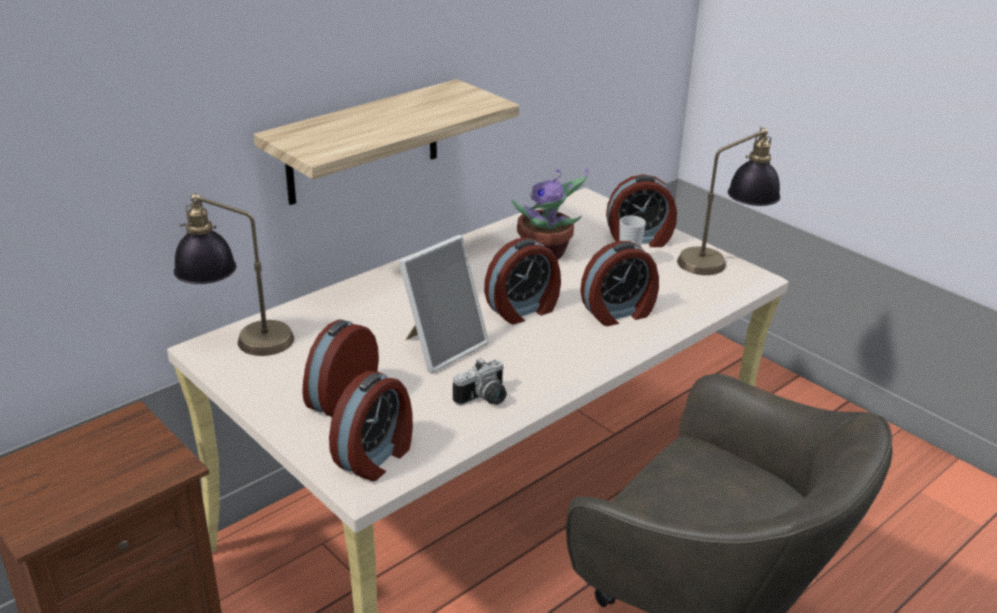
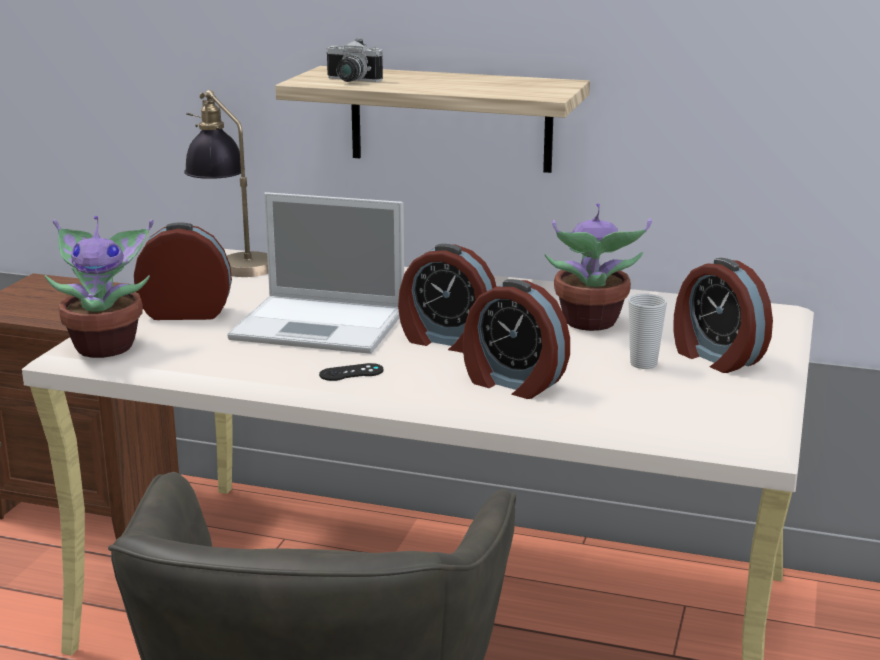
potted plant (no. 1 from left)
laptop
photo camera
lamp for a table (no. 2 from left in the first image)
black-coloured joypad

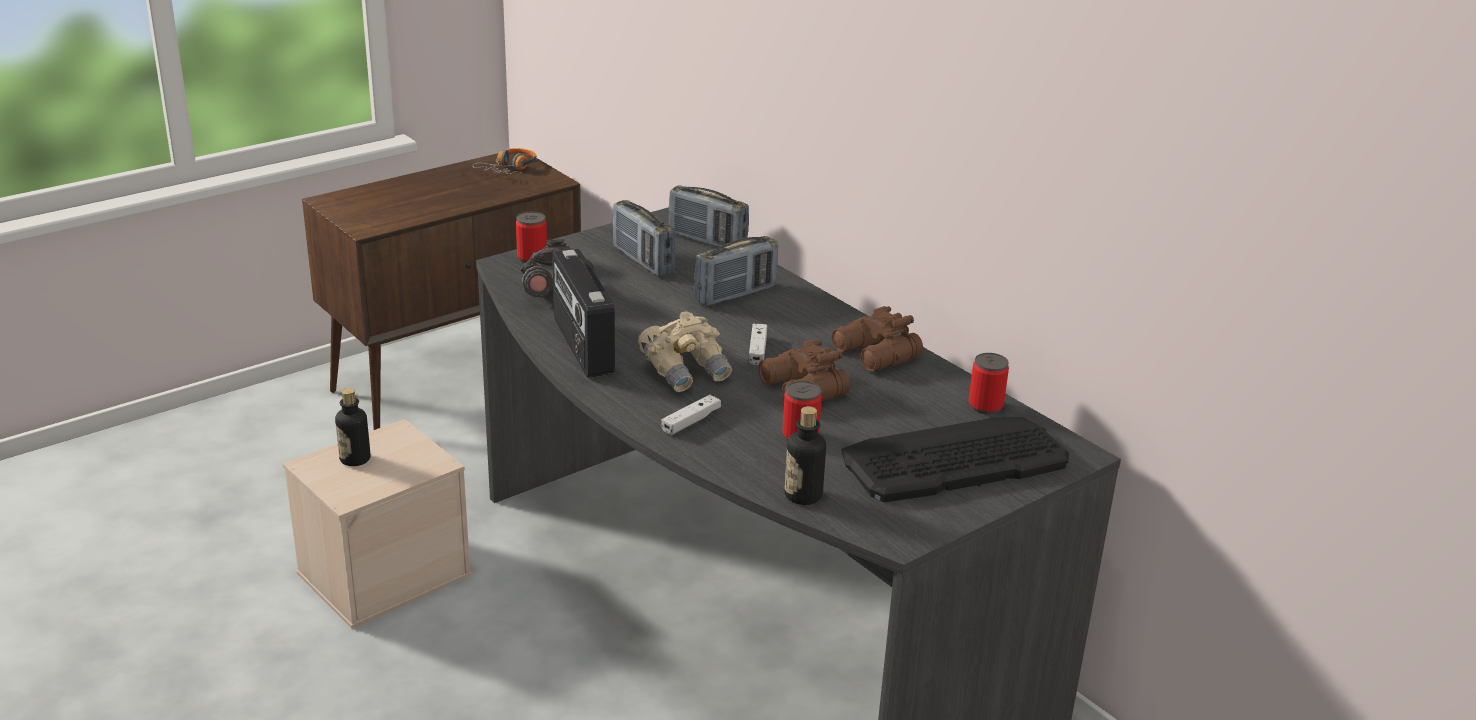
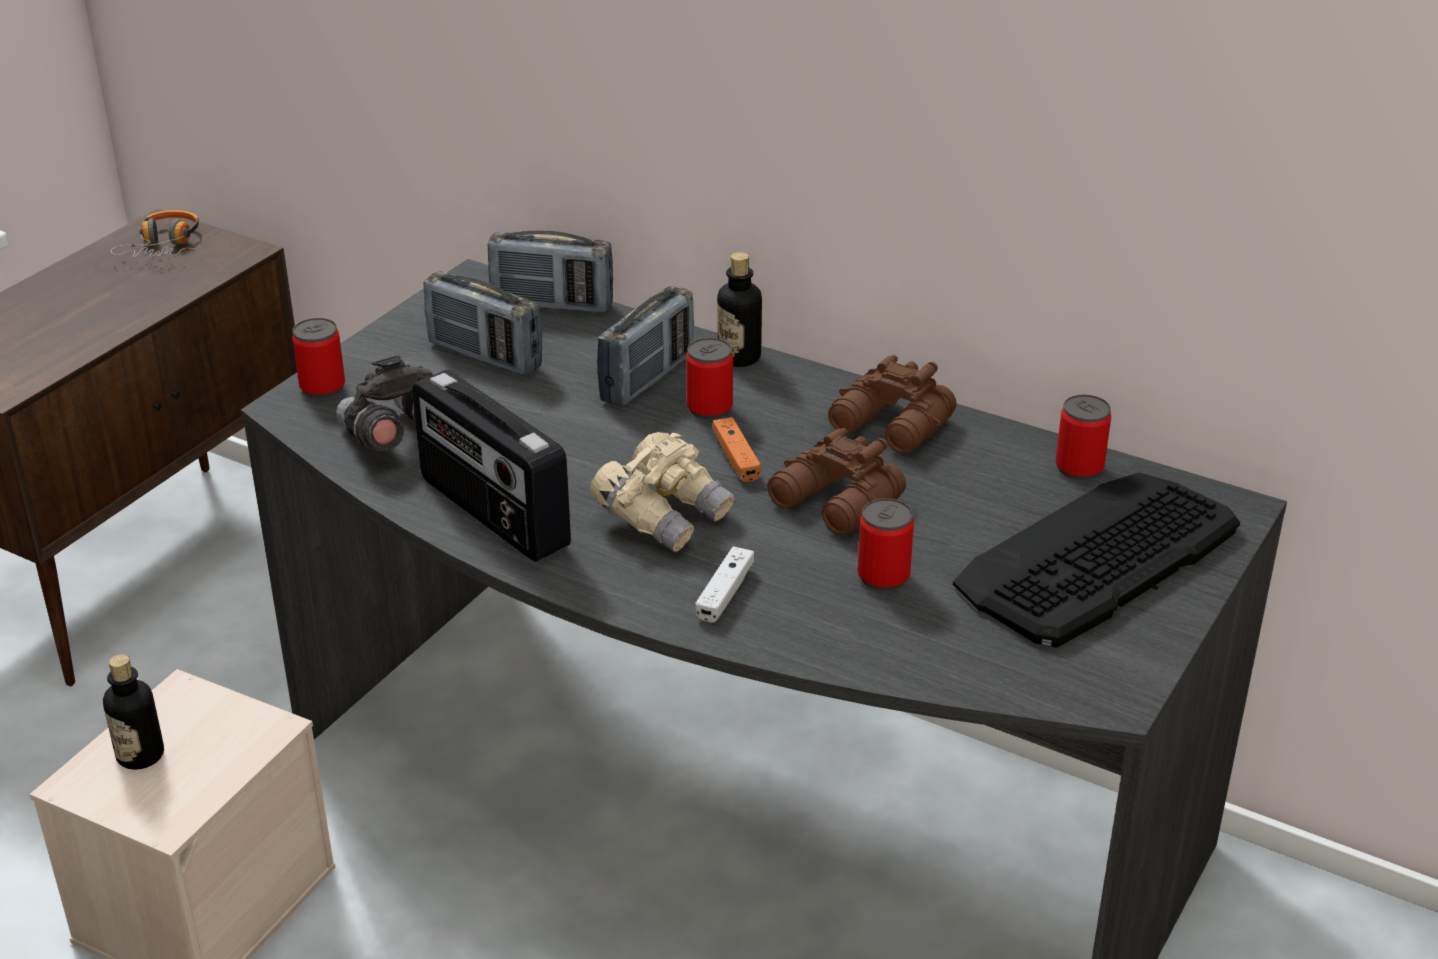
orange-coloured joypad
beverage bottle (no. 2 from left)
metal can (no. 2 from left)

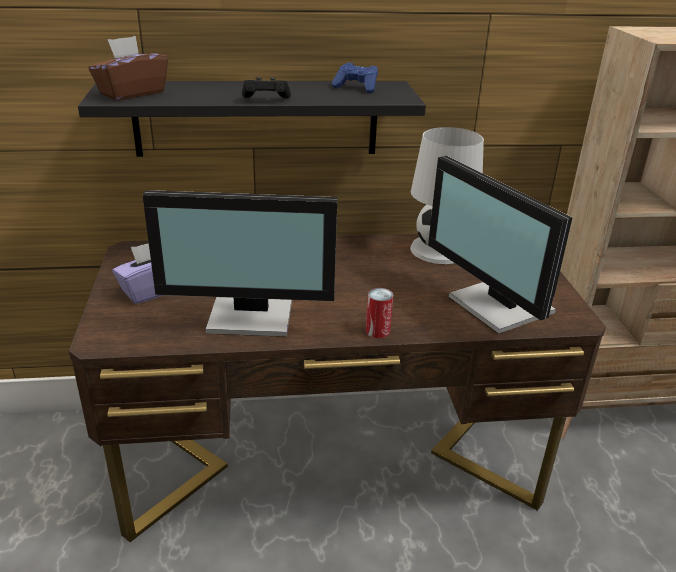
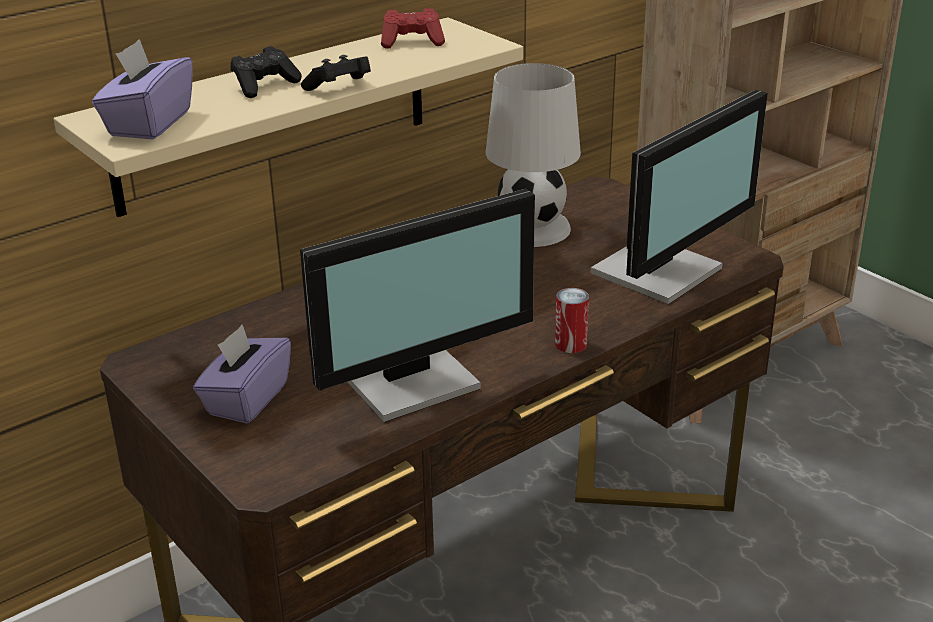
sand-coloured bracket shelf
purple-coloured tissue holder (no. 1 from left)
red-coloured joypad
monitor (no. 2 from left)
black-coloured joypad (no. 1 from left)

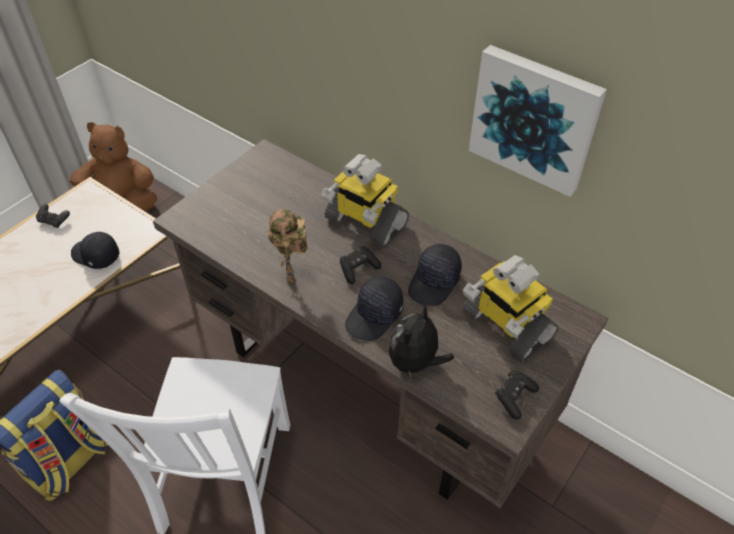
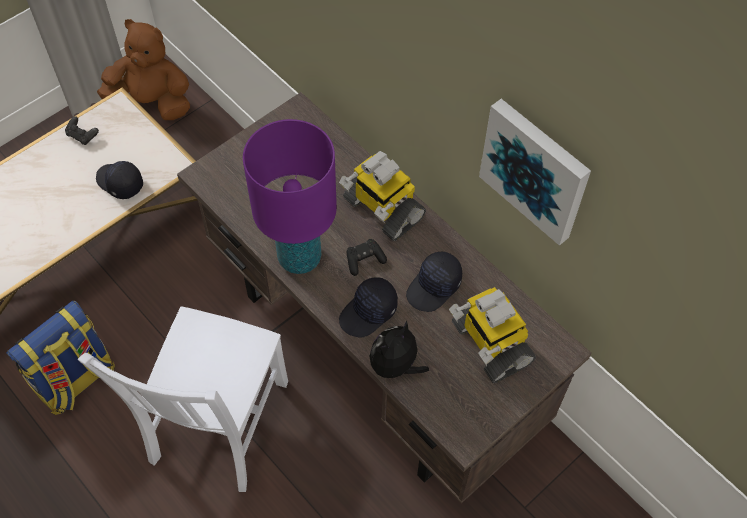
purple-coloured lamp for a table
black-coloured joypad (no. 3 from left in the first image)

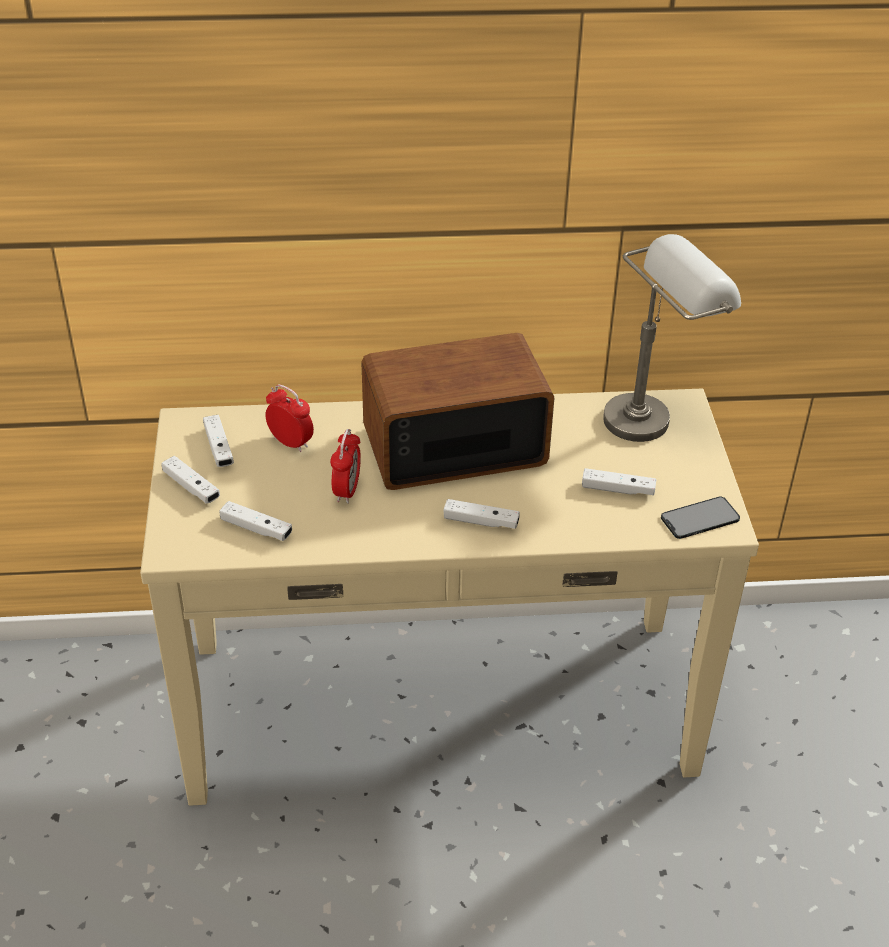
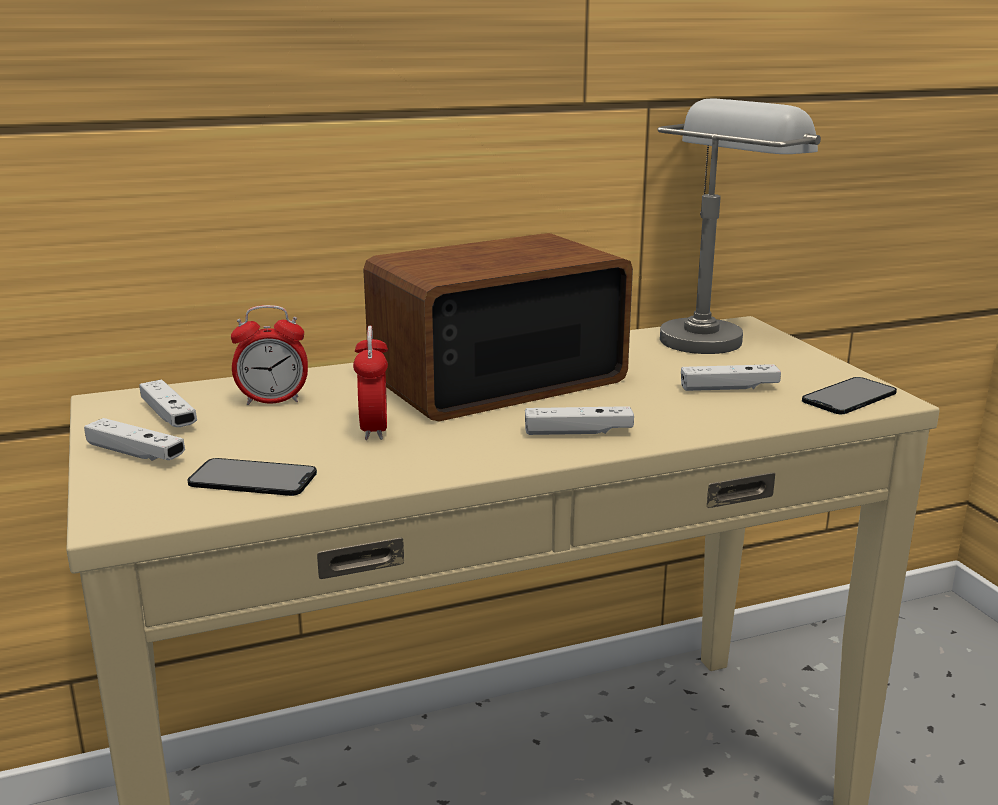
handset (no. 1 from left)
alarm clock (no. 1 from left)

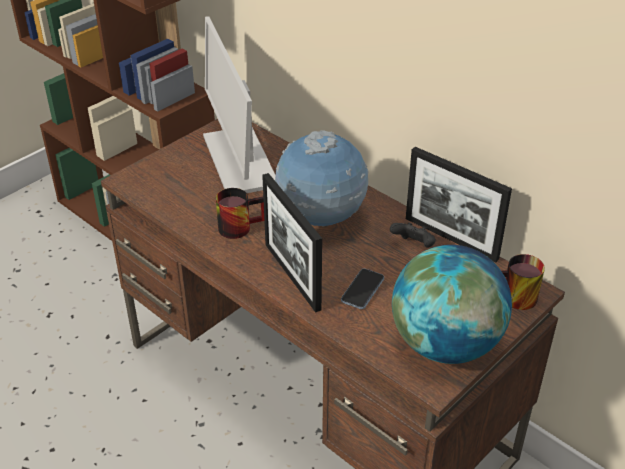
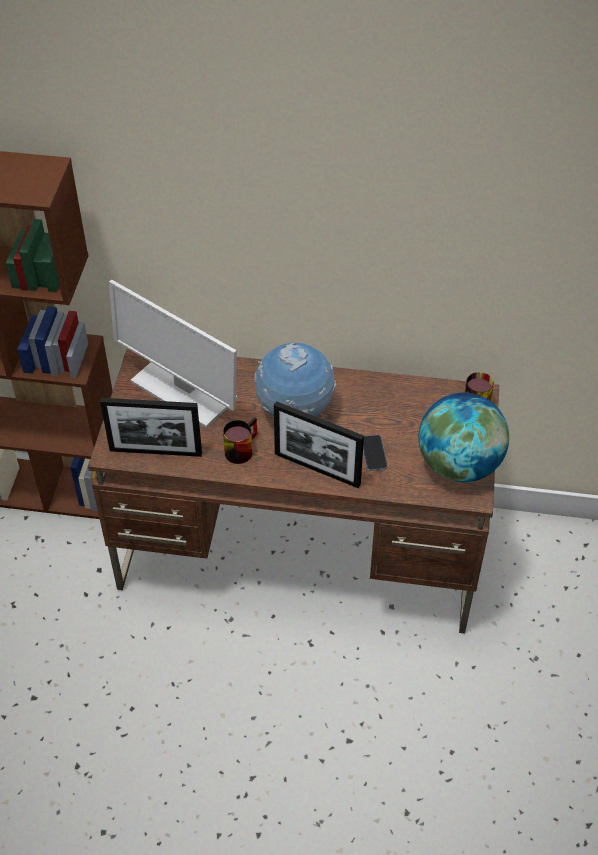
black-coloured joypad
standing frame (no. 1 from left)

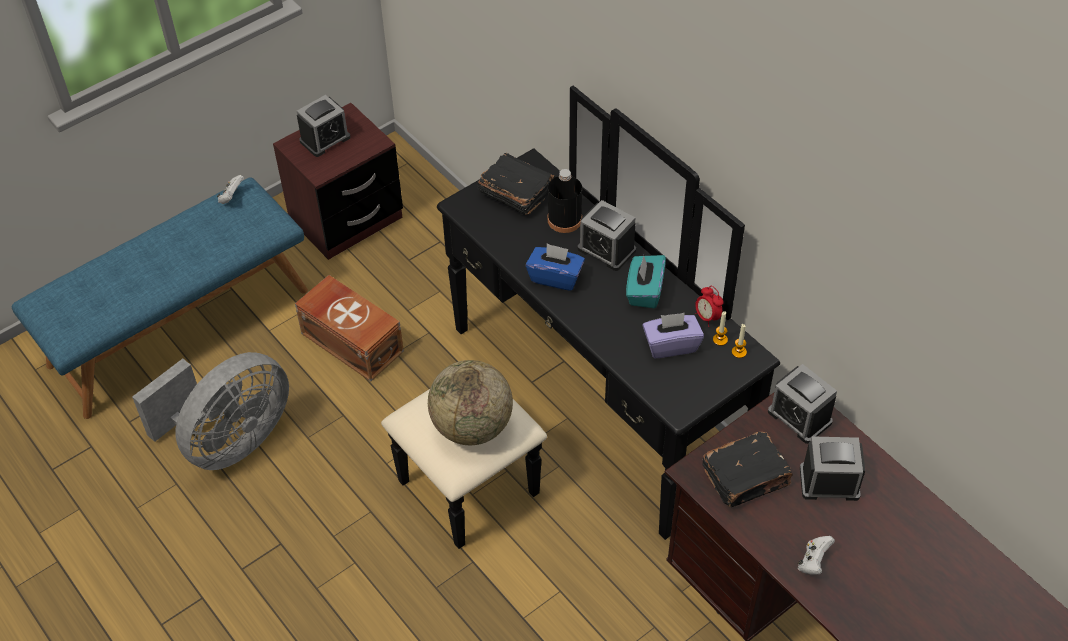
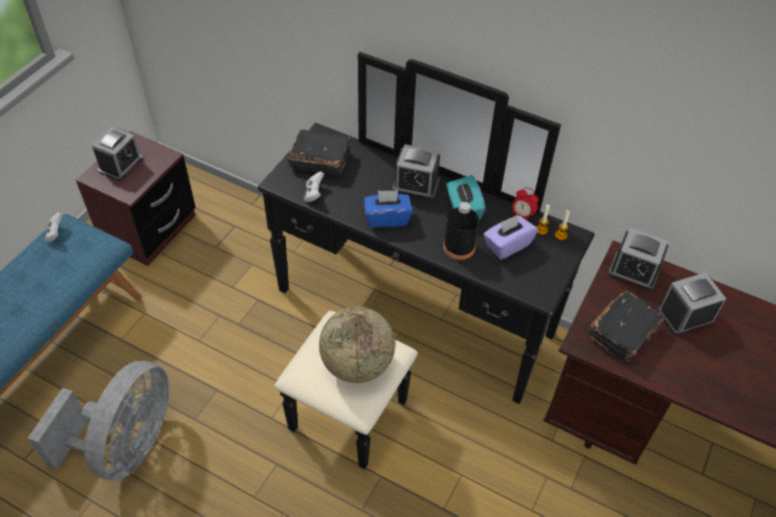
brownish storage box
black-coloured beverage bottle
whitish joypad (no. 2 from left)

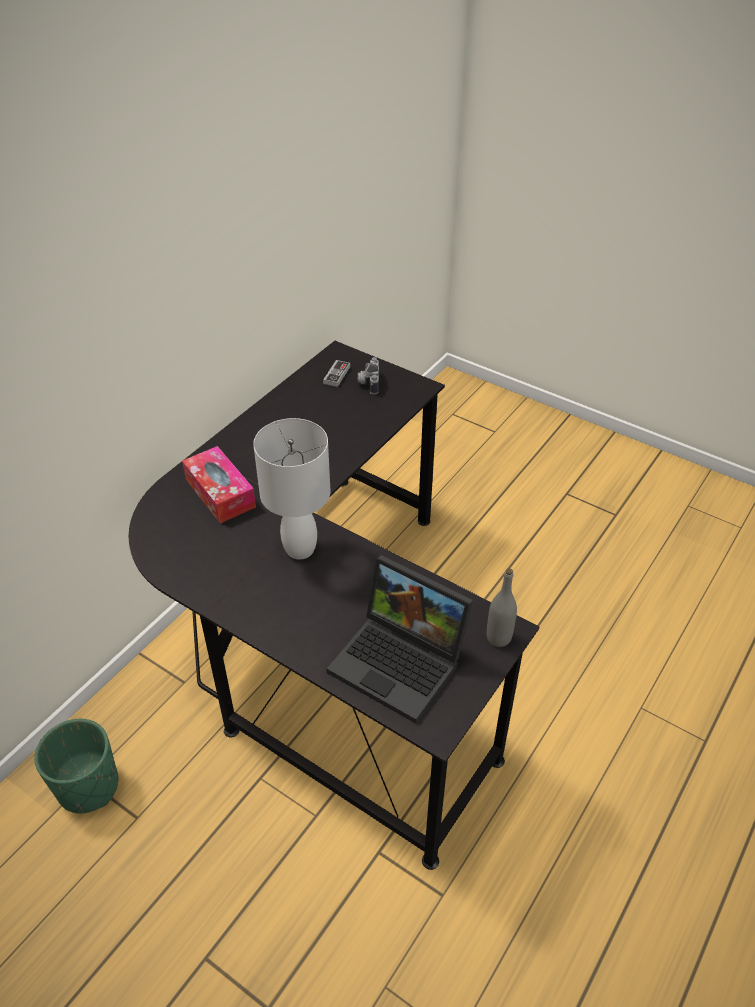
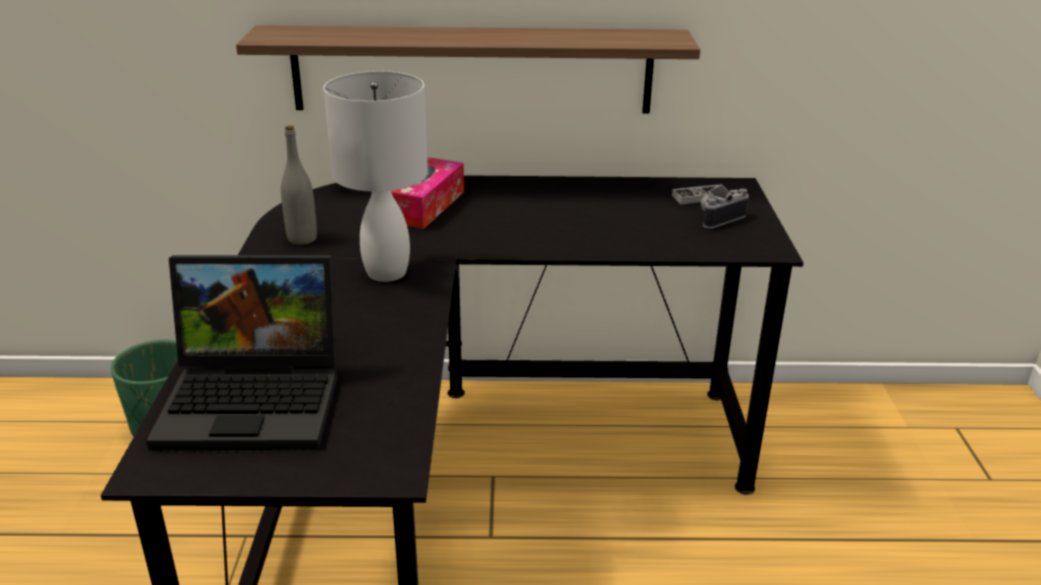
laptop
grey beverage bottle
bracket shelf

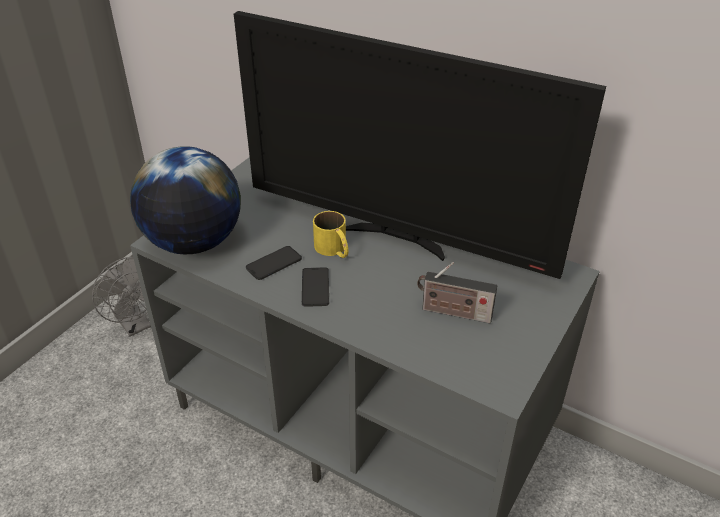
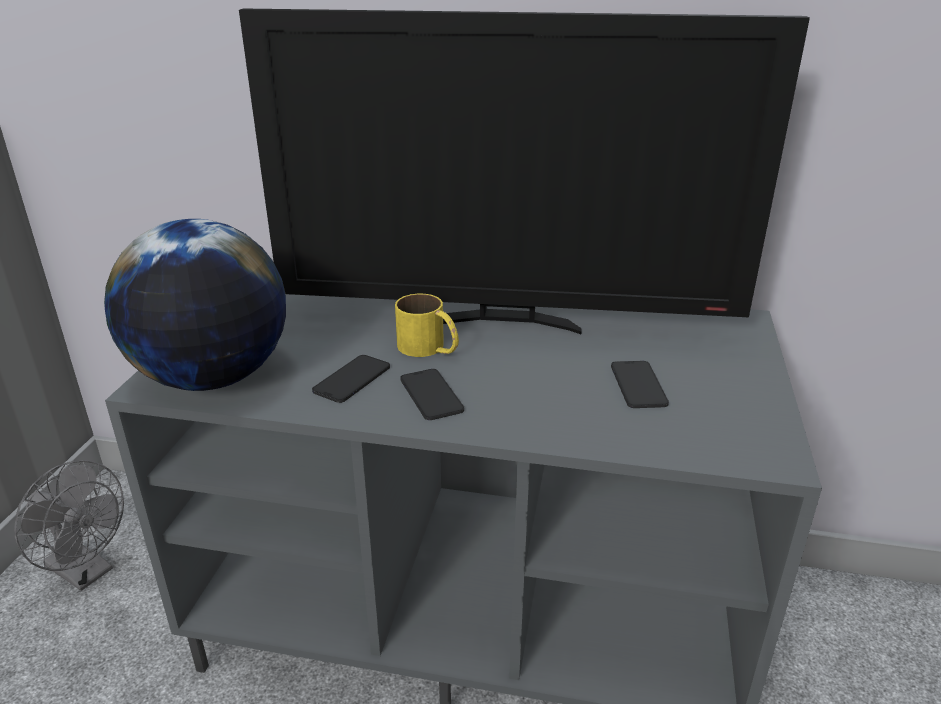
handset (no. 3 from left)

